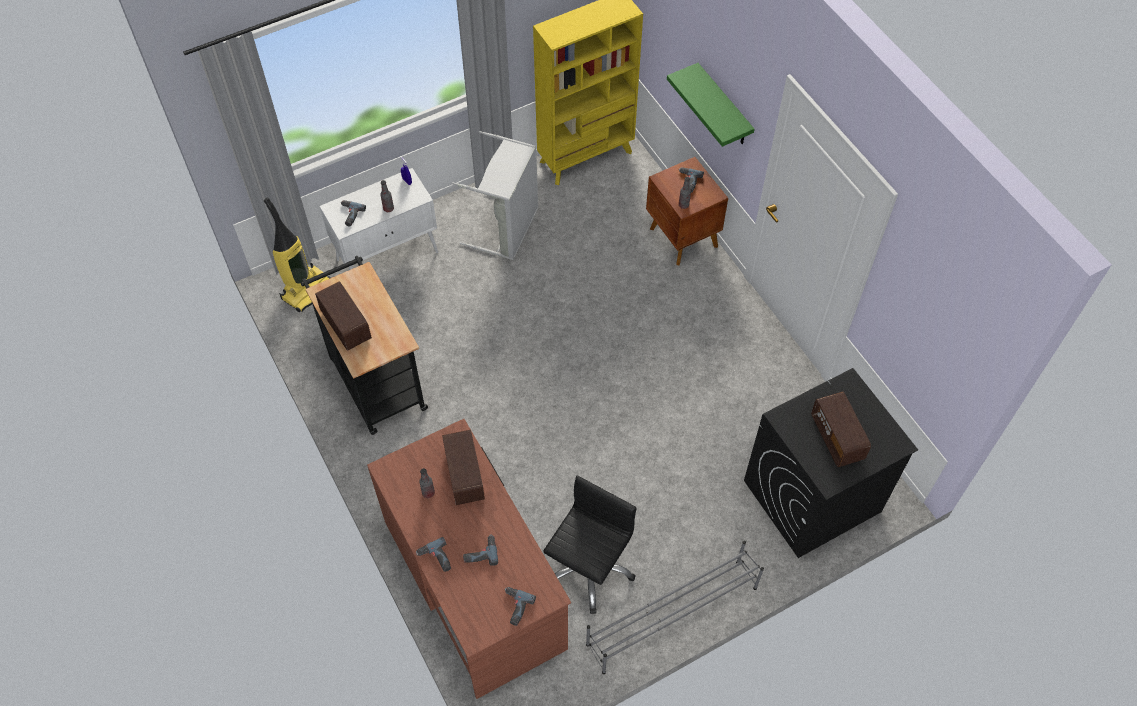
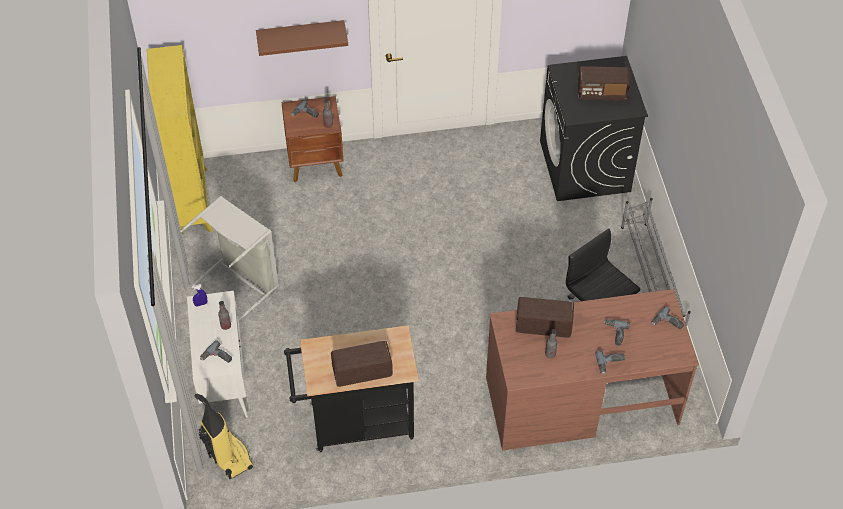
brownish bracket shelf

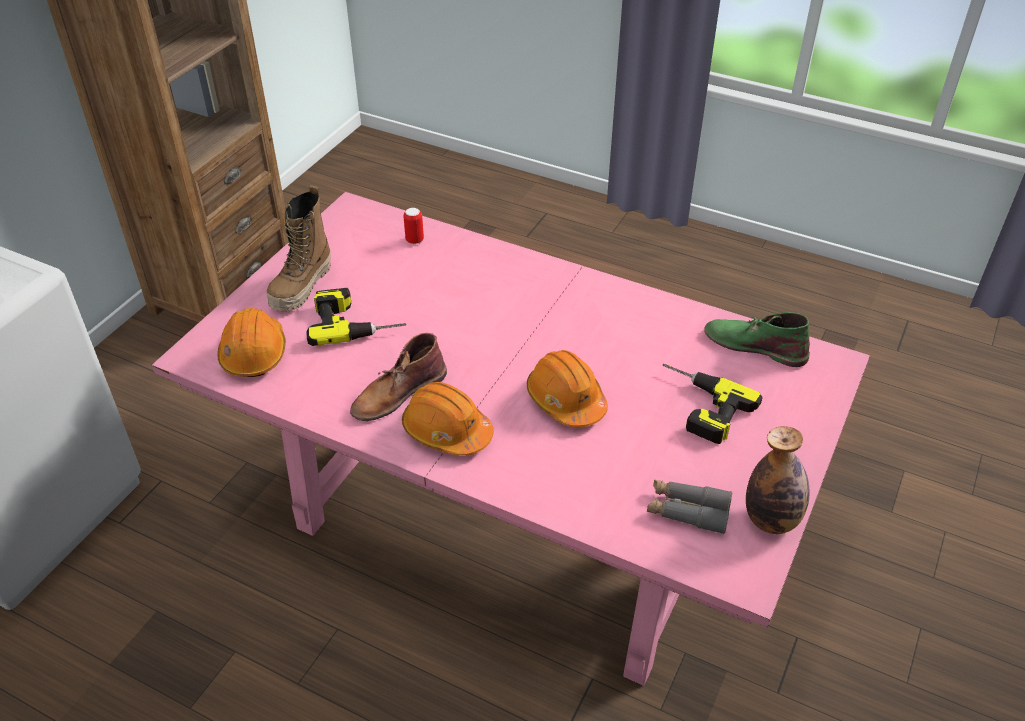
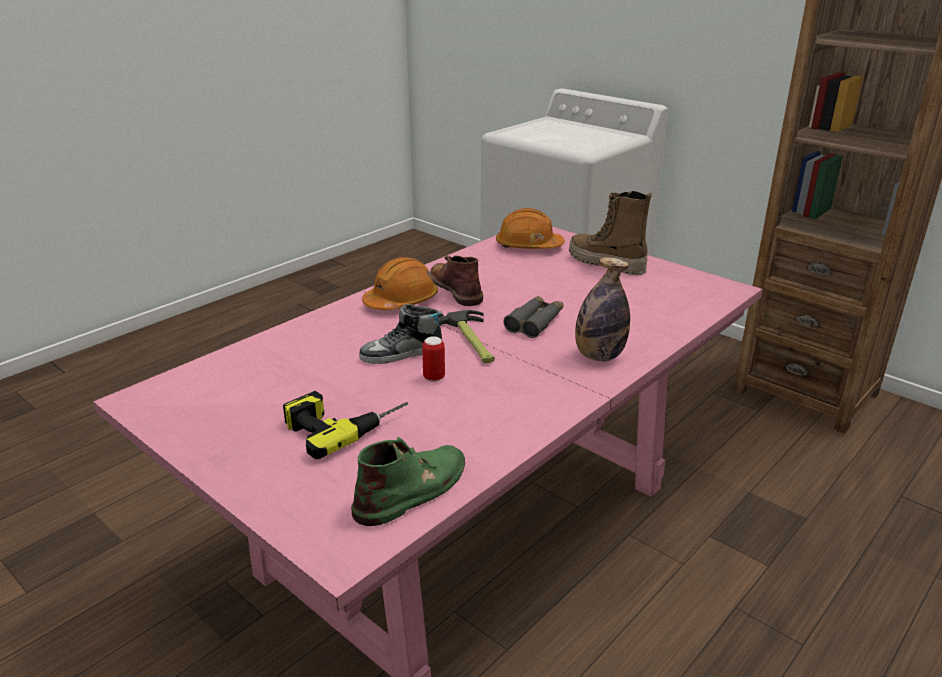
electric drill (no. 1 from left in the first image)
metal can
item of footwear
grey pair of binoculars
beverage bottle
hand hammer

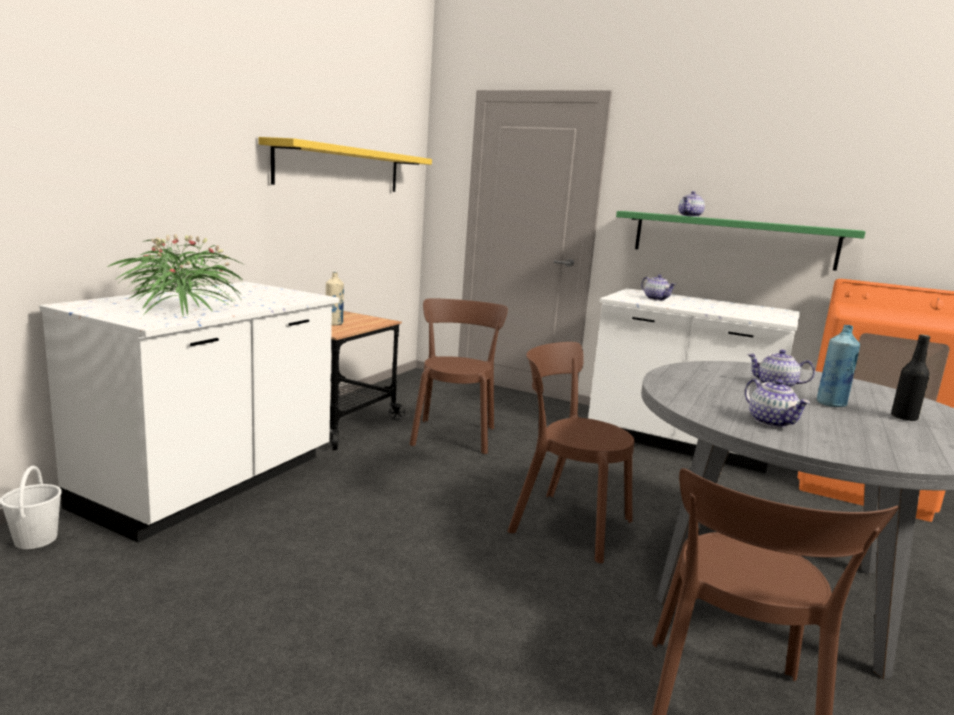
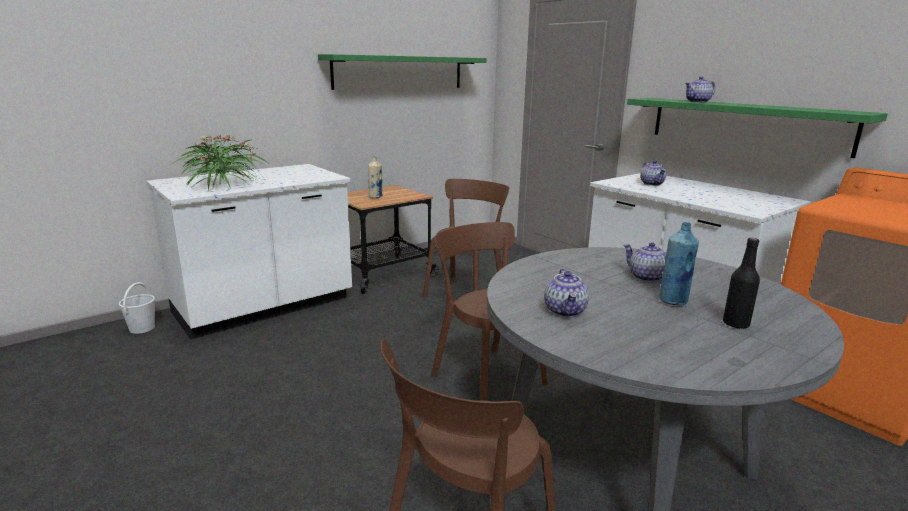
green-coloured bracket shelf (no. 1 from left)

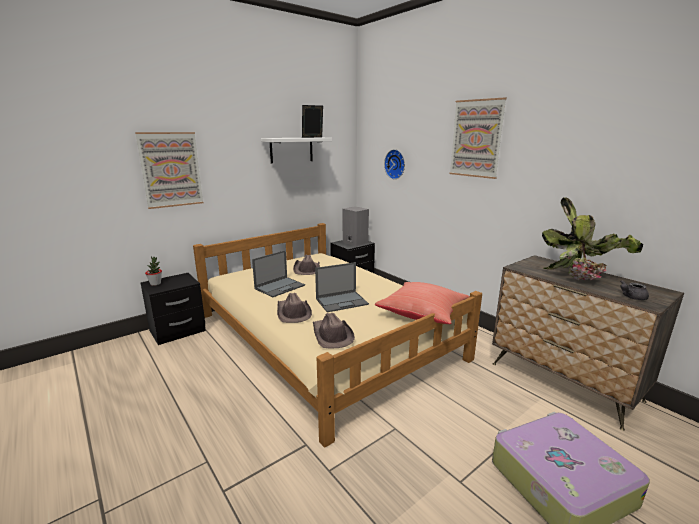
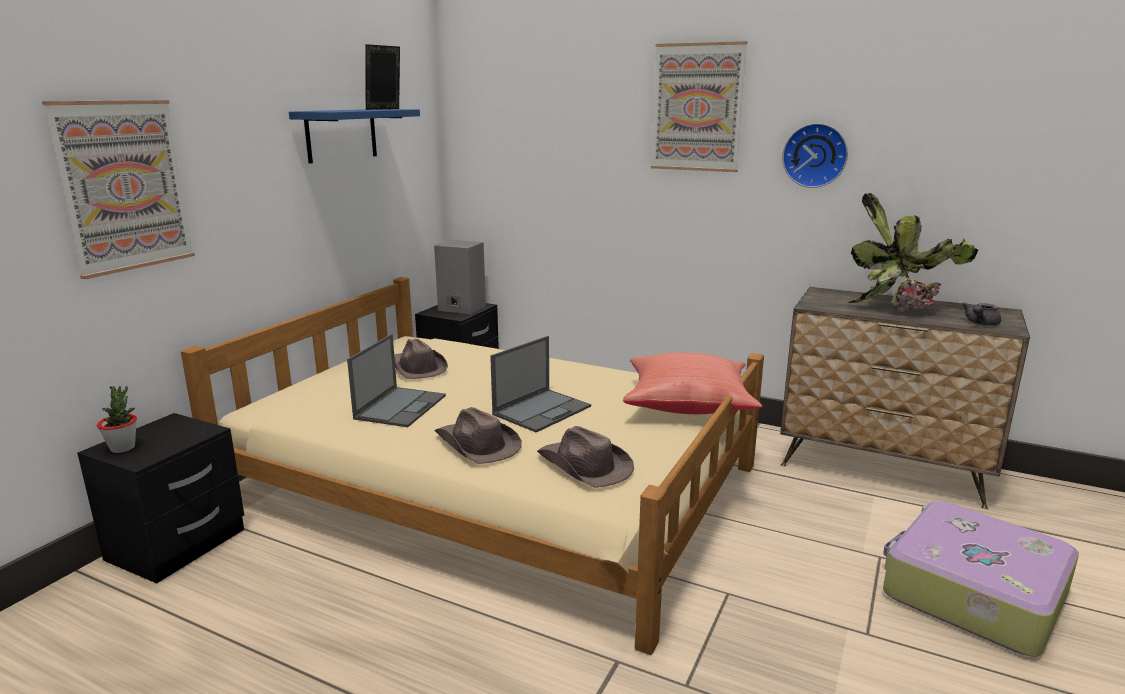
bluish bracket shelf
clock on the wall

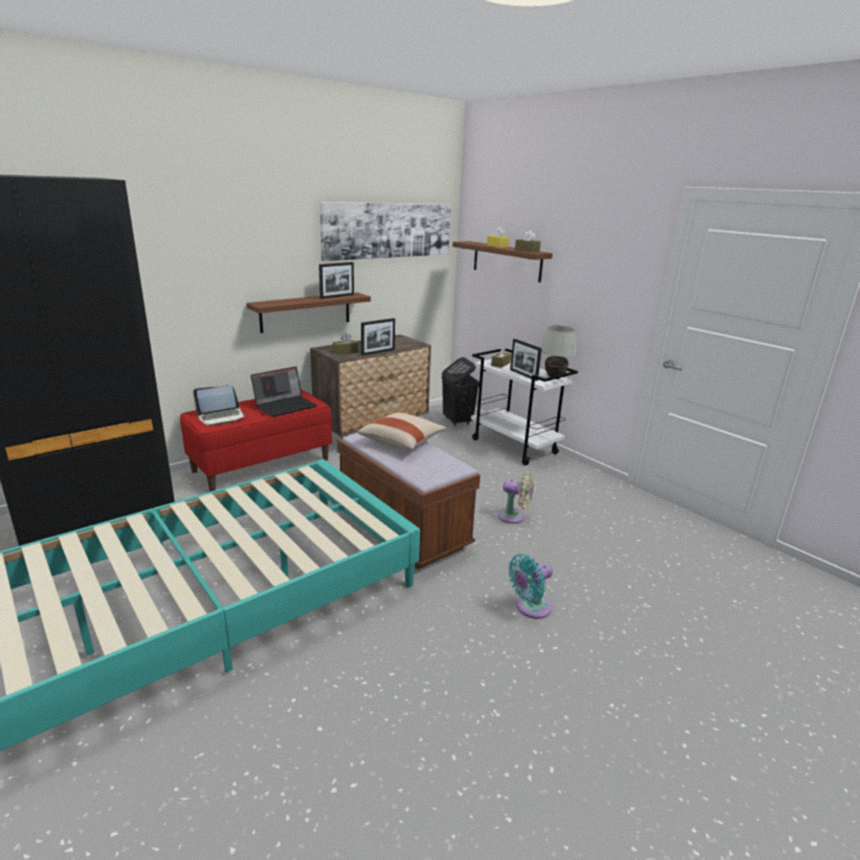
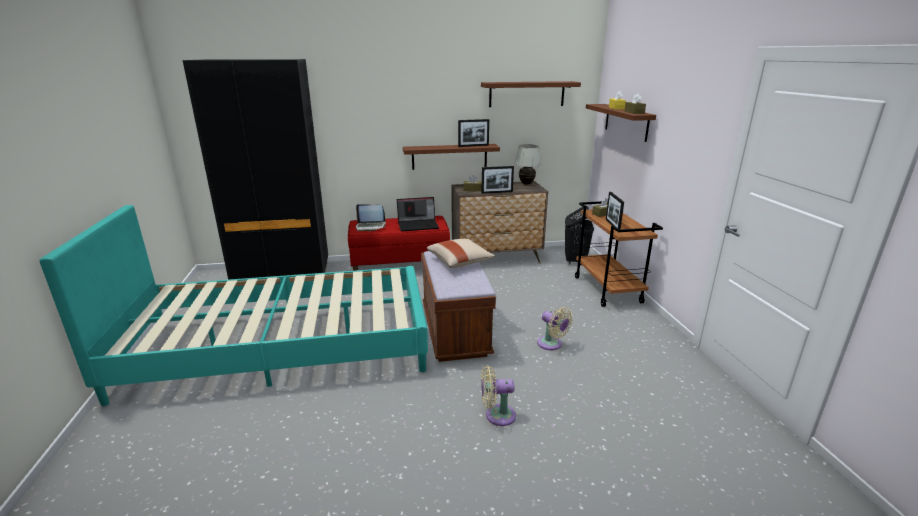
brownish bracket shelf (no. 2 from left)
brownish wheeled cart
sand-coloured fan (no. 1 from left)
whitish lamp for a table

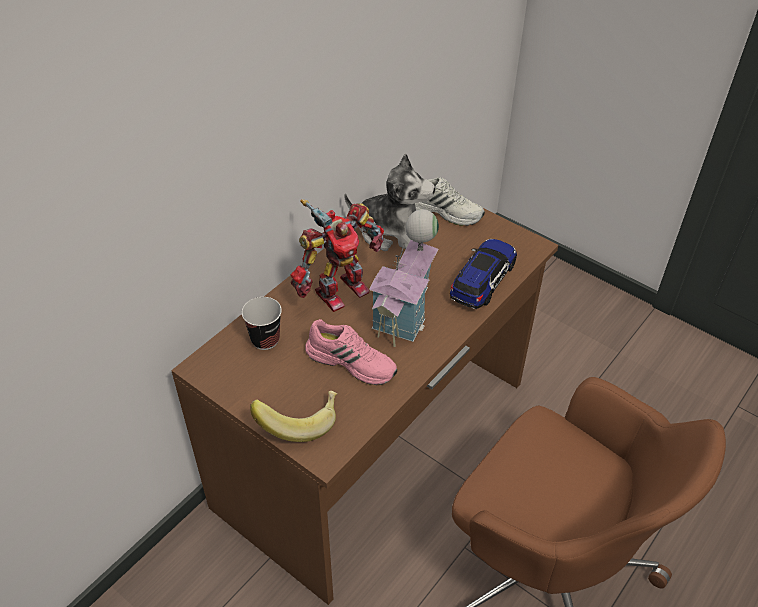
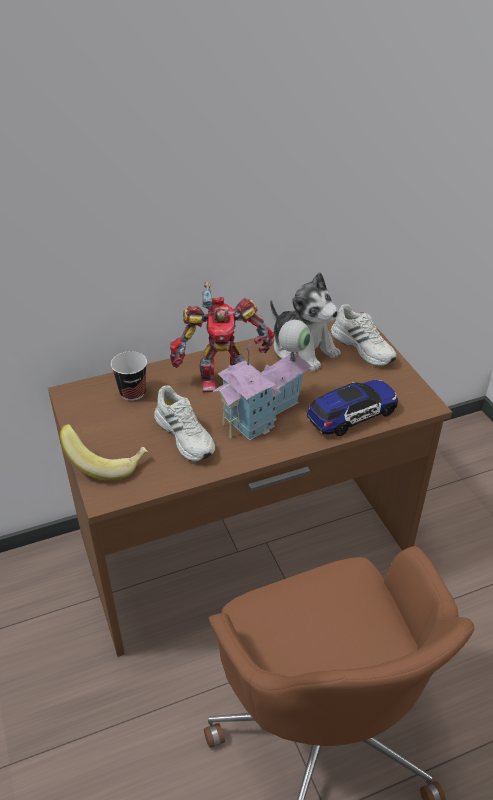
whitish item of footwear (no. 1 from left)

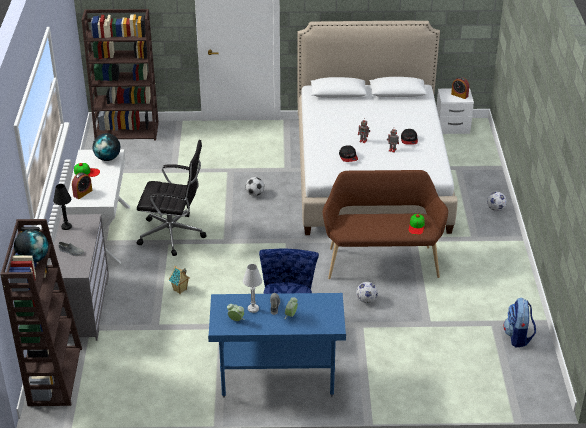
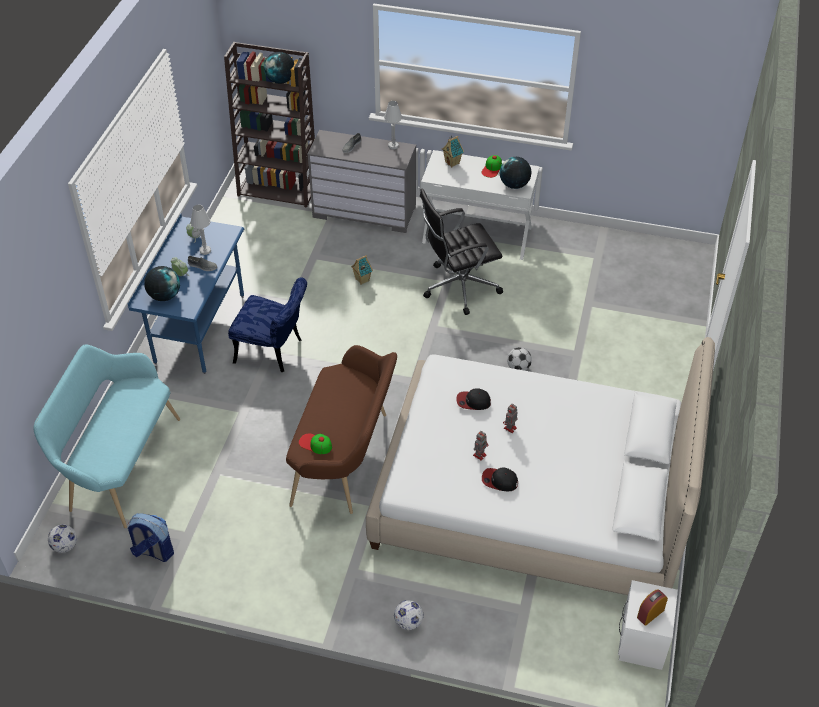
whitish lamp for a table (no. 2 from left)
model house (no. 2 from left)
brownish bookshelf (no. 2 from left in the first image)
black-coloured office chair
football ball (no. 1 from left)
blue-green bench
desk globe (no. 1 from left)

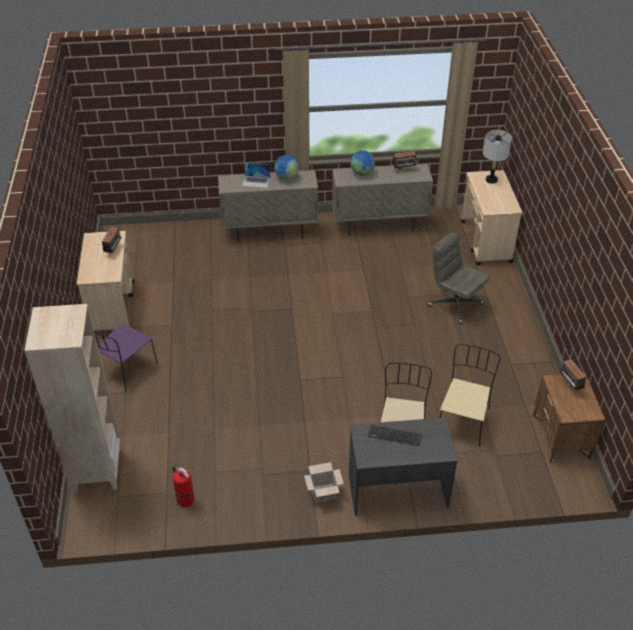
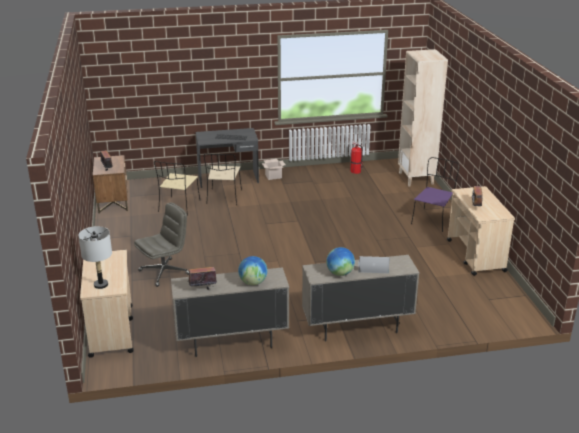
grey office chair

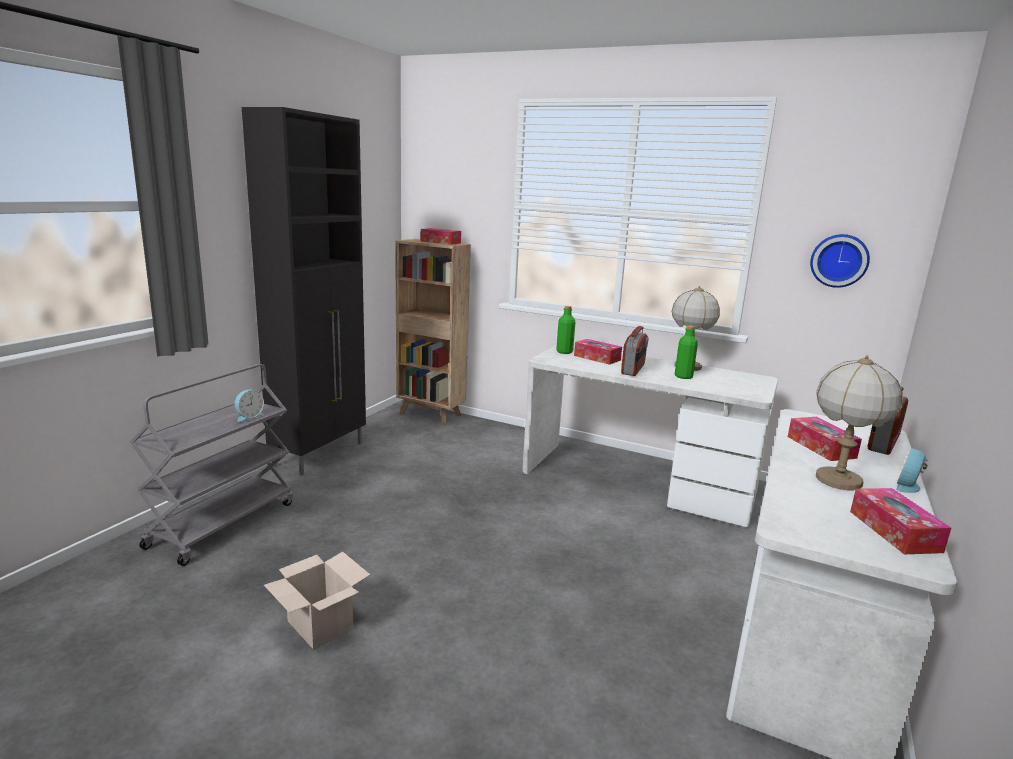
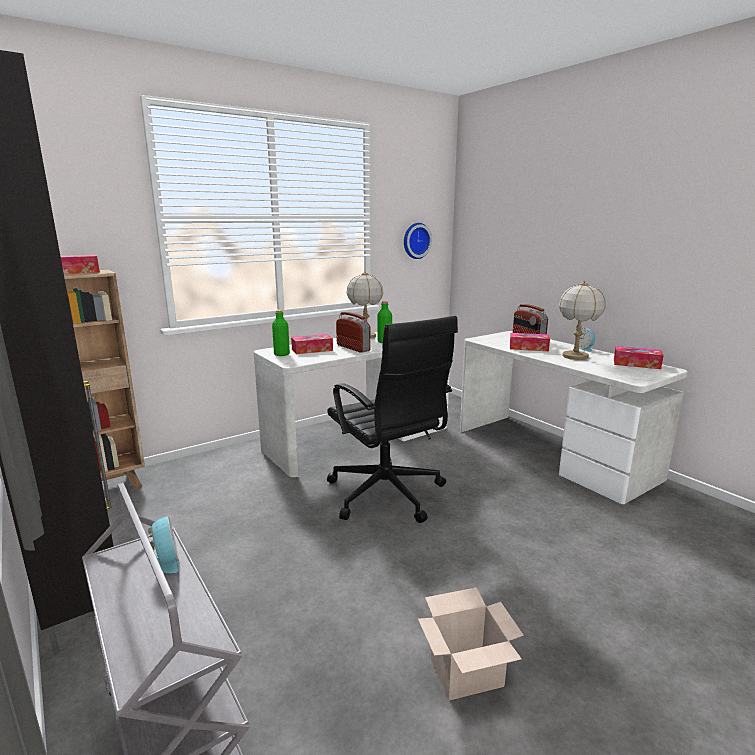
black-coloured office chair

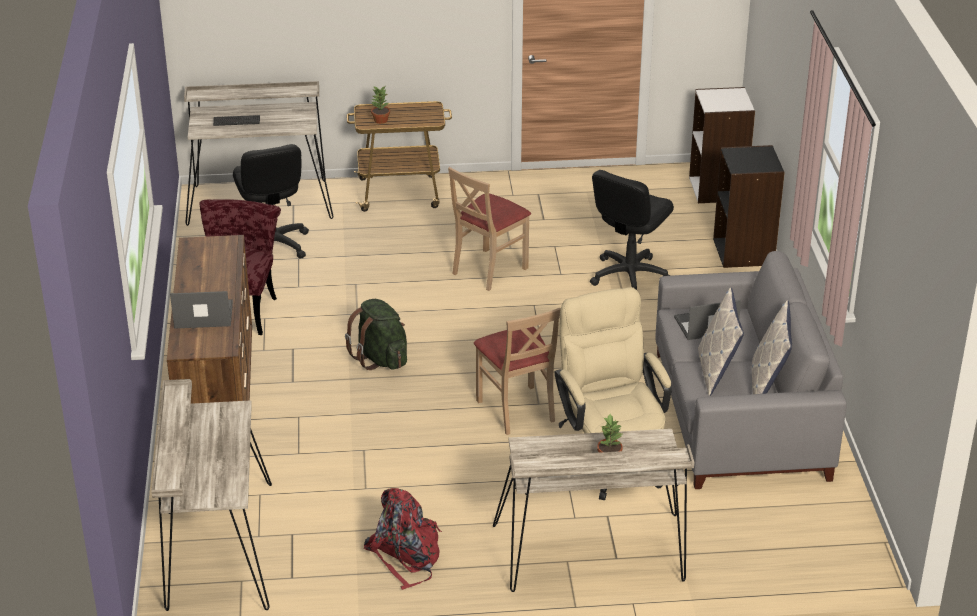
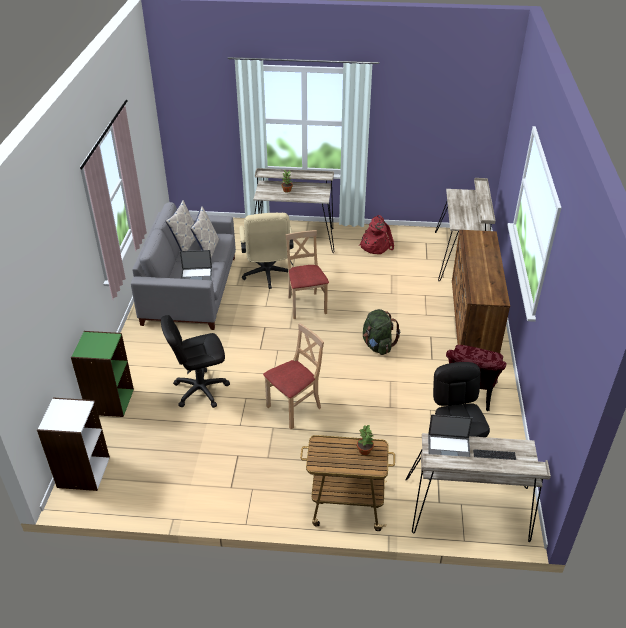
laptop (no. 2 from left)
black-coloured office chair (no. 1 from left)
green-coloured bookshelf

